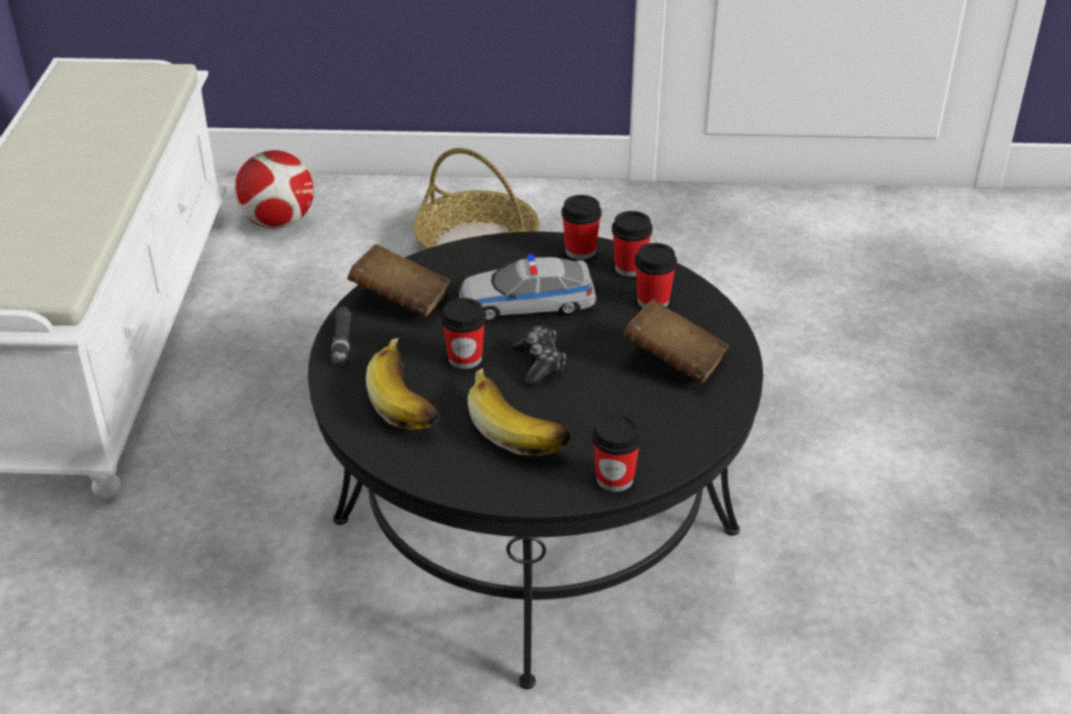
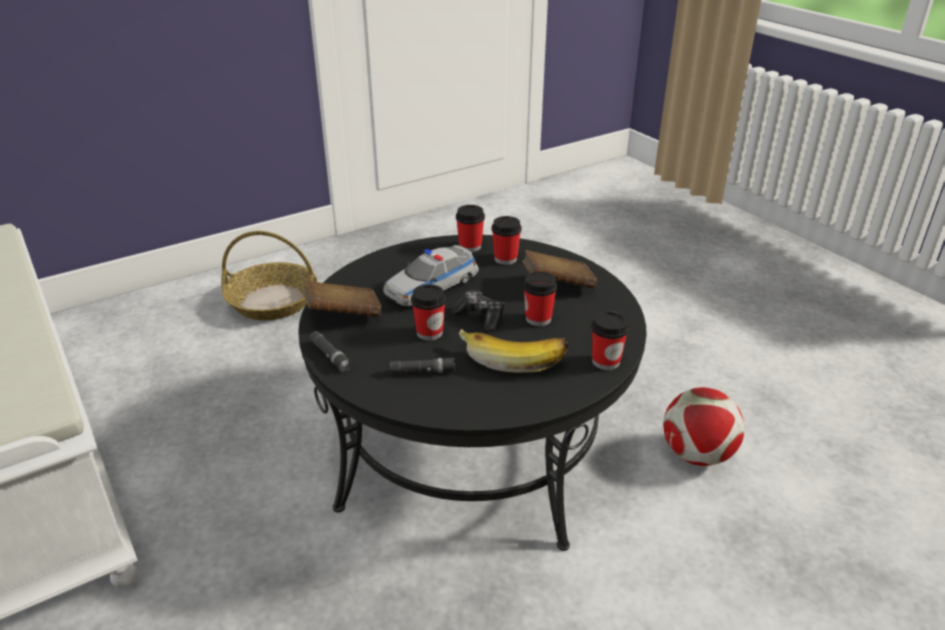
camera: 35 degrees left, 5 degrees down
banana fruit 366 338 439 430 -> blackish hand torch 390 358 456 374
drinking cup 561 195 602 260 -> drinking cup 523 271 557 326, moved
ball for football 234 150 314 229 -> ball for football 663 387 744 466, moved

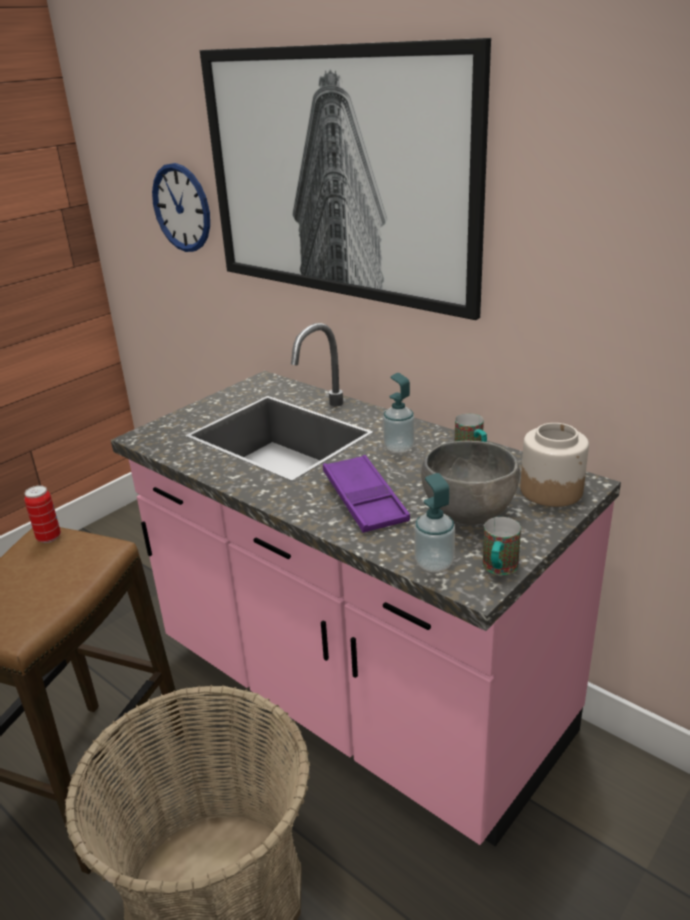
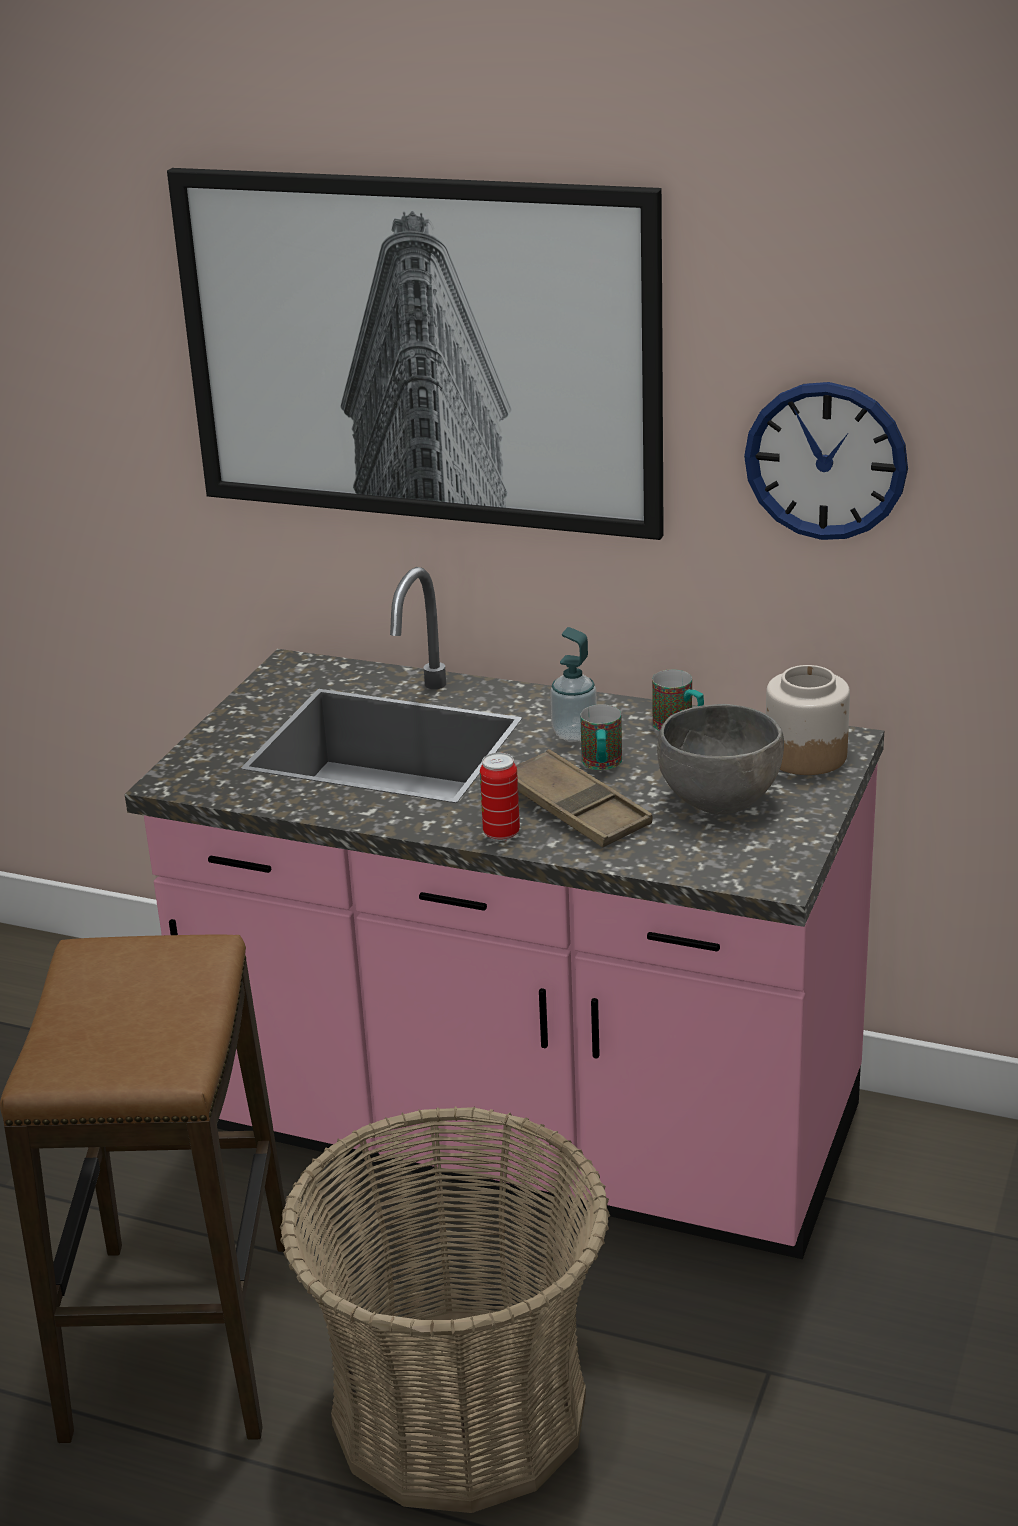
camera: 20 degrees left, 0 degrees up
metal can 24 485 61 543 -> metal can 480 753 520 841, moved
purple-coloured carrying tray 323 455 410 533 -> brown-coloured carrying tray 516 749 652 848
coffee mug 483 517 521 575 -> coffee mug 580 704 622 770, moved
clock on the wall 152 163 210 252 -> clock on the wall 744 382 908 540, moved
liquid soap bottle 414 473 455 572 -> none

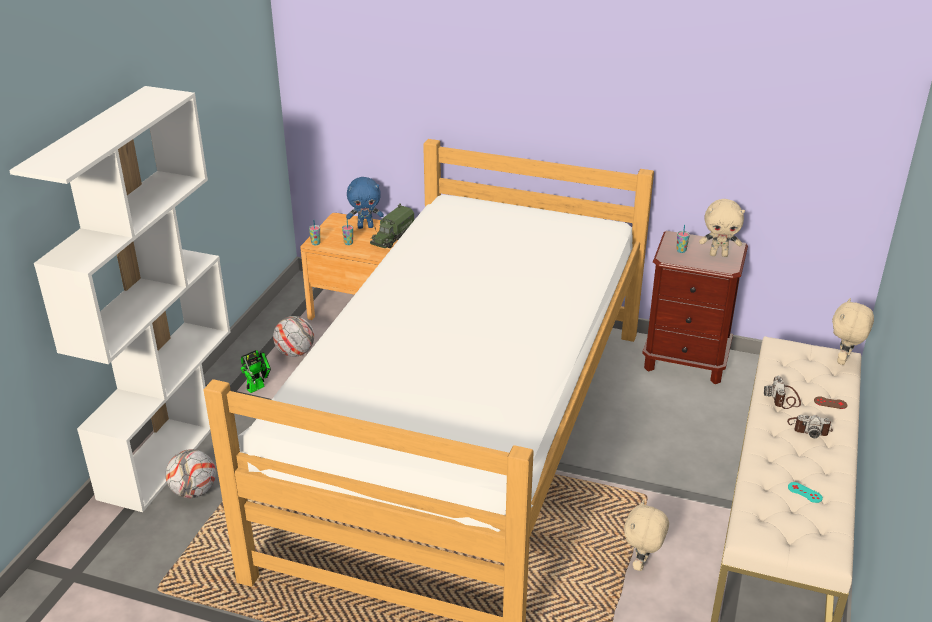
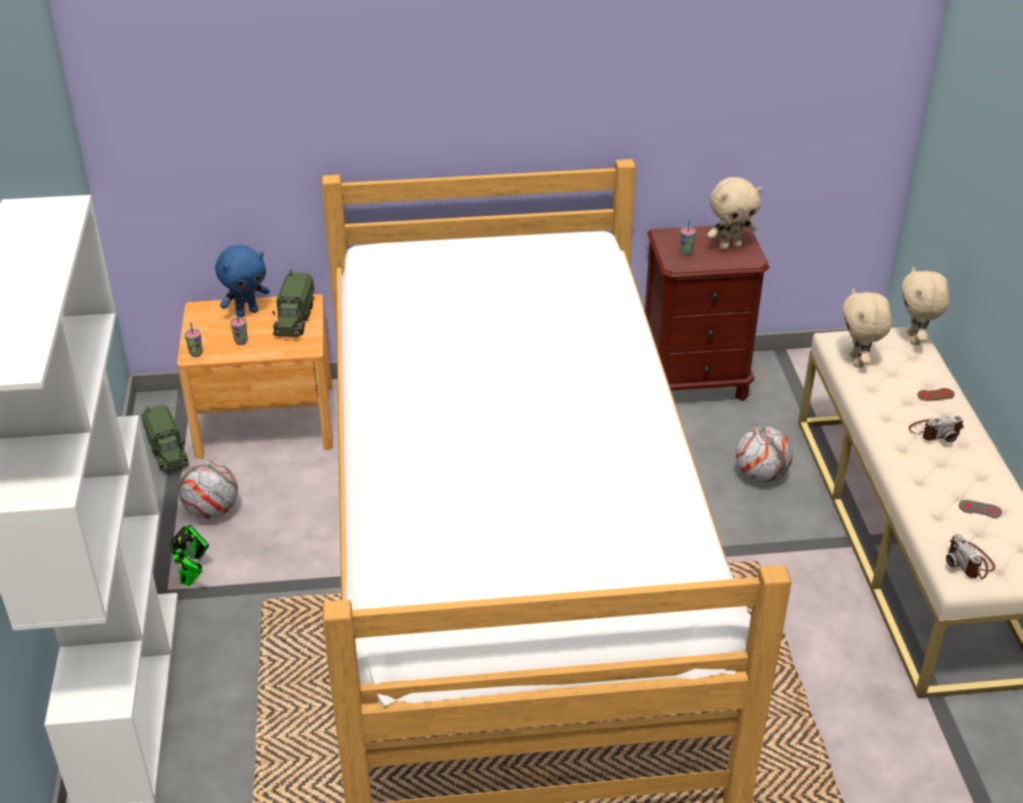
camera: 25 degrees left, 5 degrees up
none -> model truck 142 405 189 472
ball for football 166 449 216 498 -> ball for football 736 427 793 482, moved
sand-coloured plush toy 624 500 669 571 -> sand-coloured plush toy 842 288 892 368, moved
still camera 764 376 801 409 -> still camera 946 534 995 579, moved
turquoise-coloured game controller 788 482 823 503 -> gray game controller 959 500 1002 518

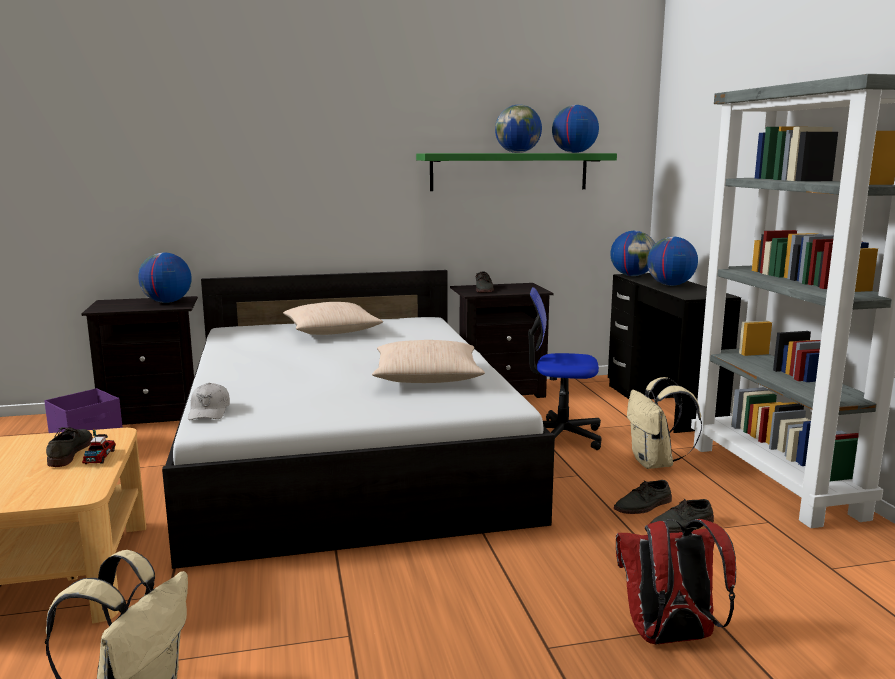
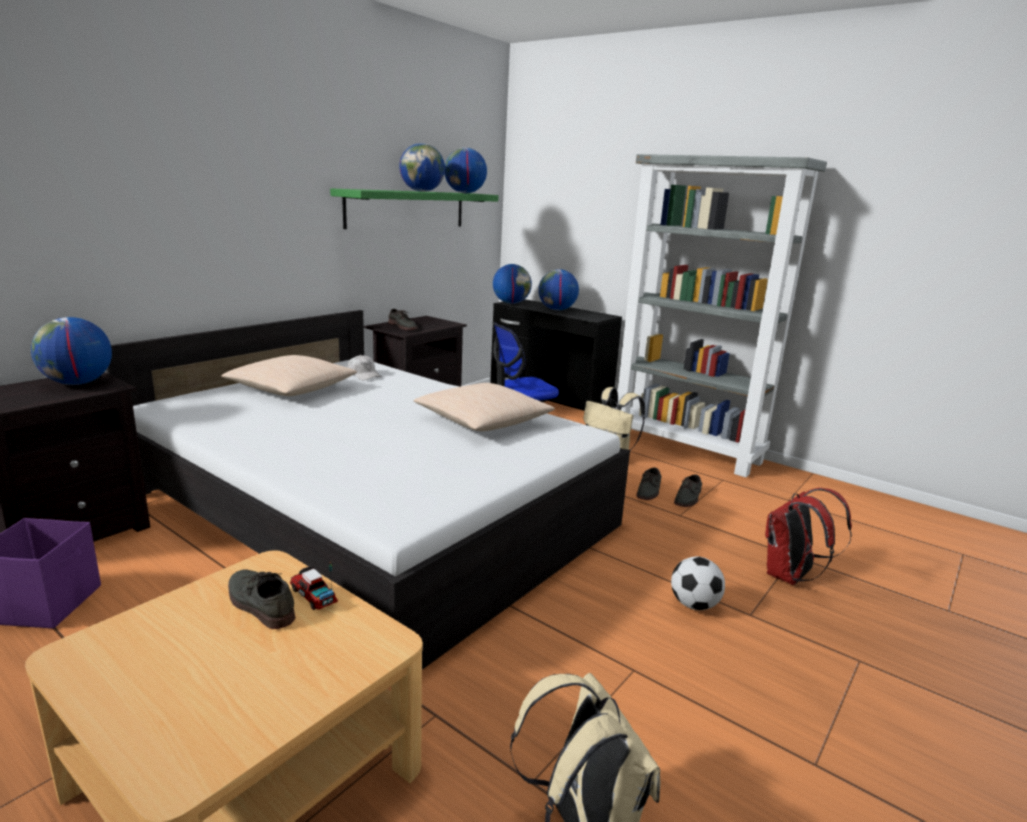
camera: 40 degrees left, 5 degrees up
white peaked cap 188 383 230 420 -> white peaked cap 348 355 382 380, moved
none -> ball for football 671 557 725 610

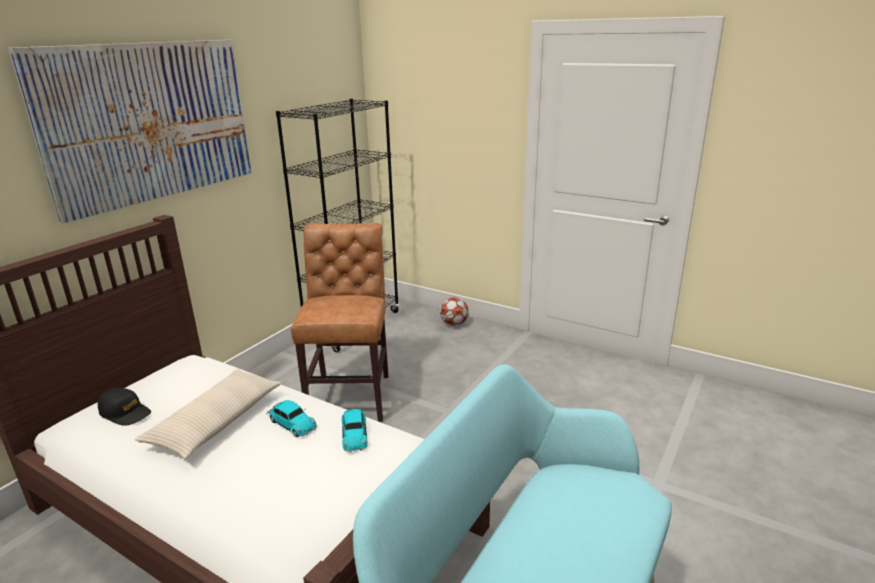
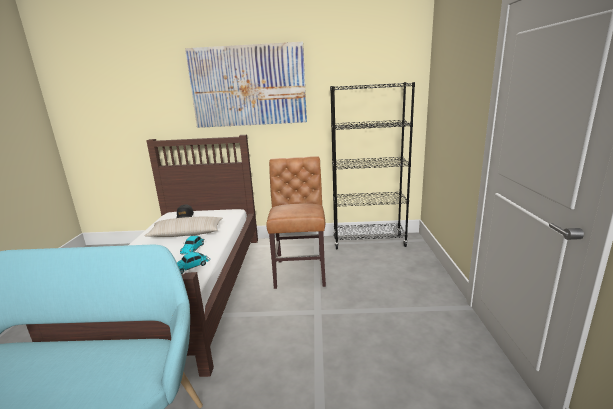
camera: 60 degrees right, 5 degrees down
brown-coloured upright chair 291 223 389 422 -> brown-coloured upright chair 266 156 326 289, 60 degrees counterclockwise
ball for football 440 297 469 326 -> none

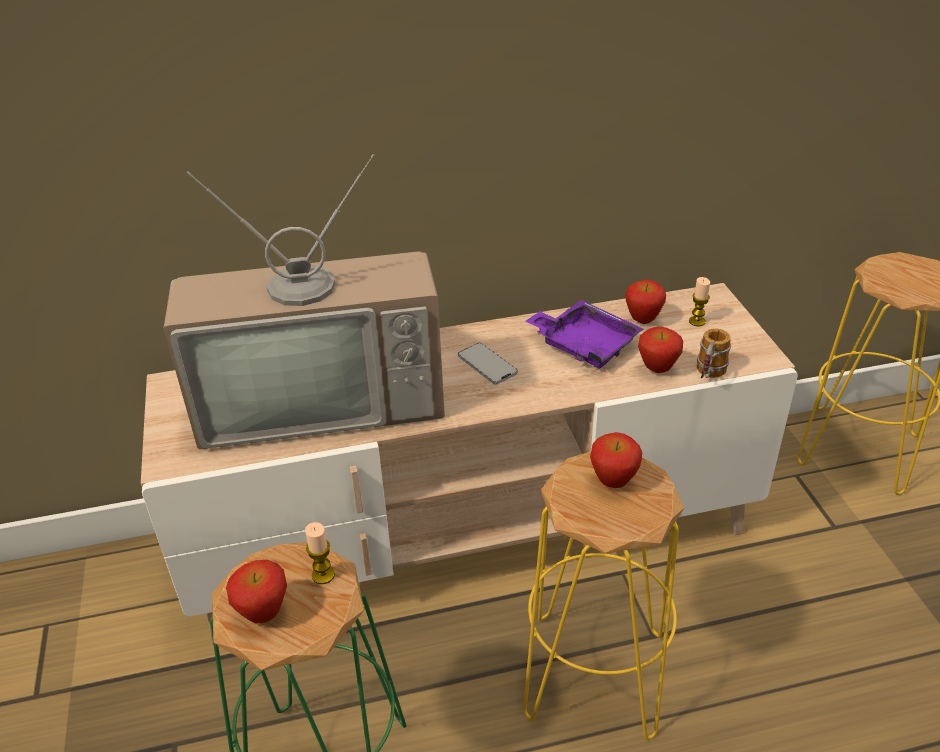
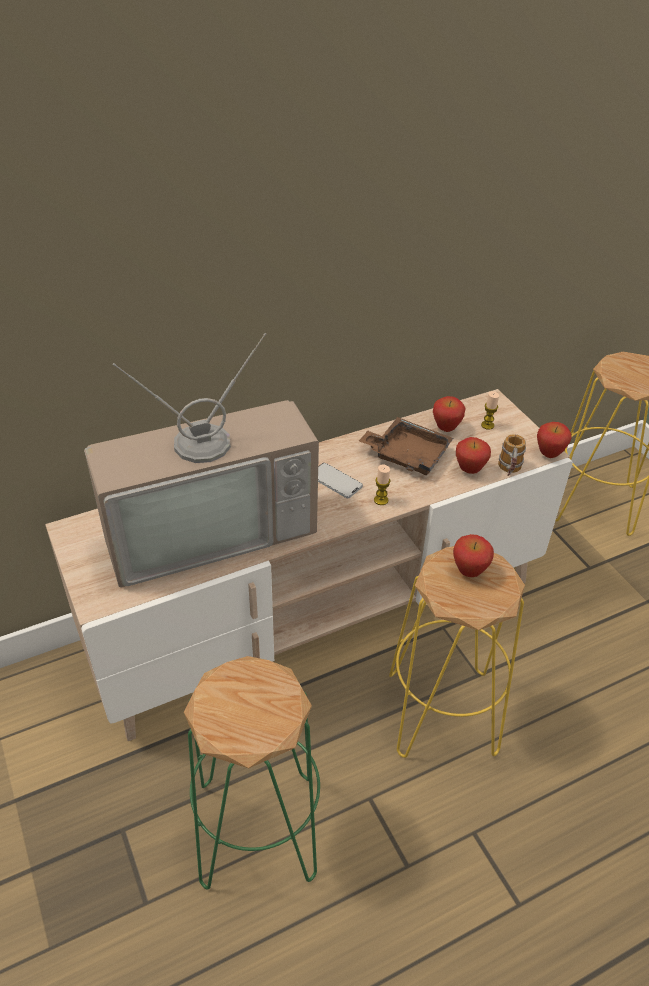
camera: 15 degrees left, 5 degrees up
purple-coloured carrying tray 526 300 643 368 -> brown-coloured carrying tray 359 417 453 475
candle 305 522 335 584 -> candle 374 465 390 505, moved
whole apple 226 560 287 623 -> whole apple 537 422 572 458, moved

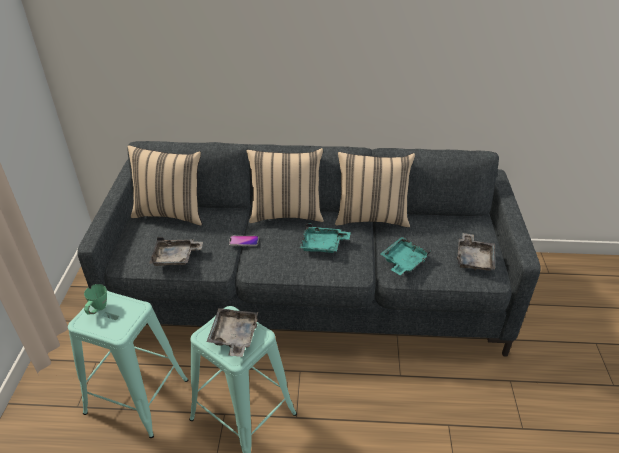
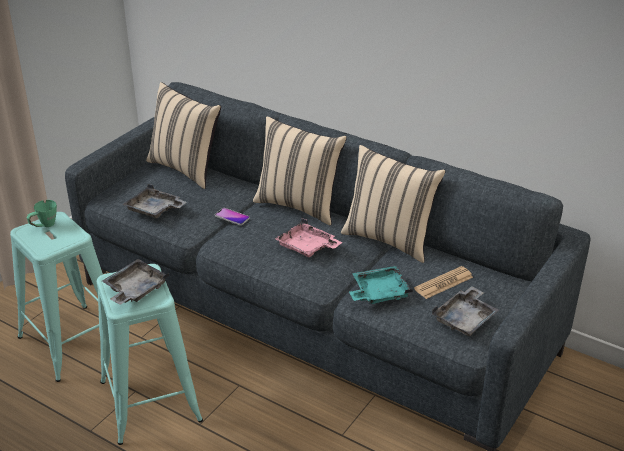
camera: 30 degrees right, 5 degrees down
turquoise-coloured carrying tray 300 223 351 253 -> pink carrying tray 275 218 343 257
none -> printed paper 414 266 473 299

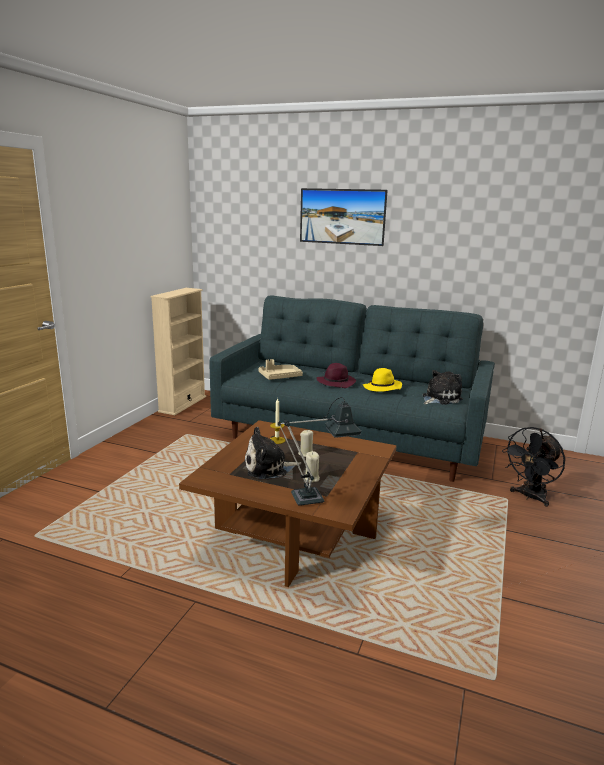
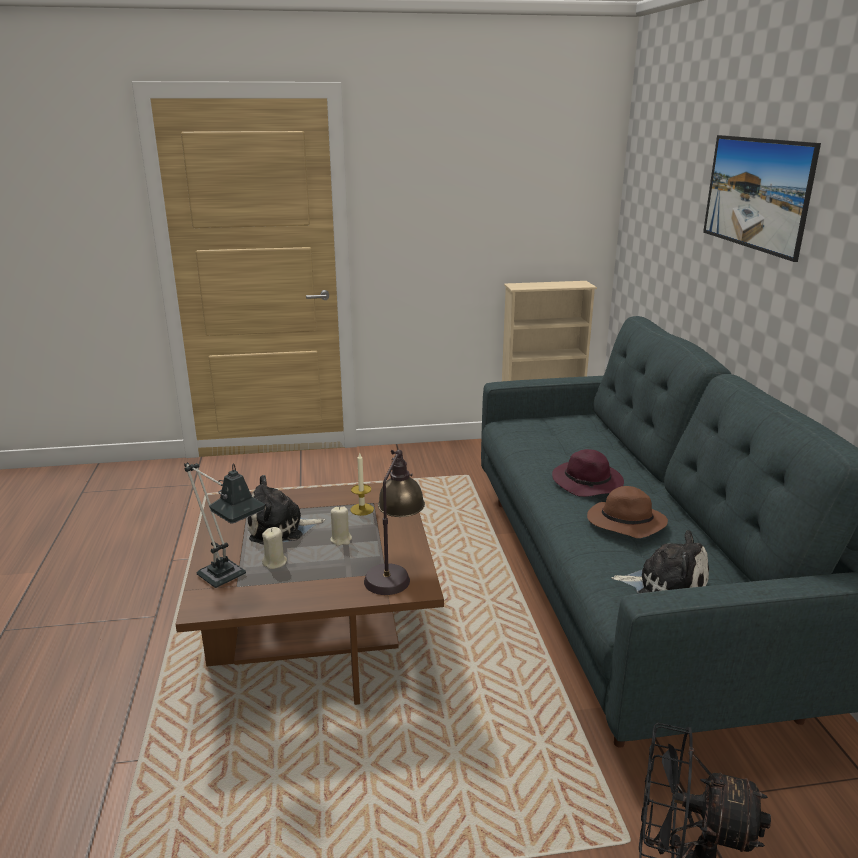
camera: 60 degrees right, 5 degrees up
plush toy 245 427 301 479 -> plush toy 247 475 325 545, 60 degrees counterclockwise
none -> tabletop lamp 364 450 425 595
yellow hat 363 368 402 392 -> brown-coloured hat 587 486 668 538
sand-coloured carrying tray 259 359 303 380 -> none

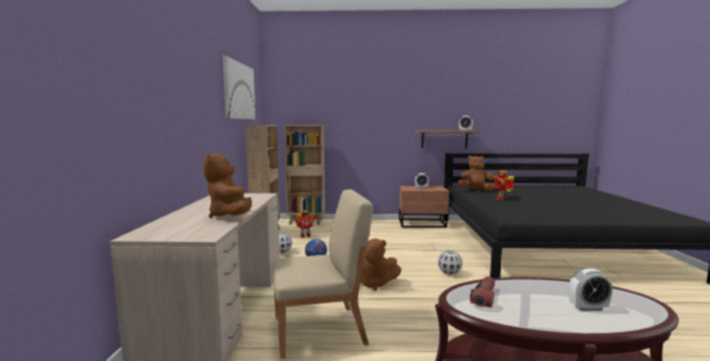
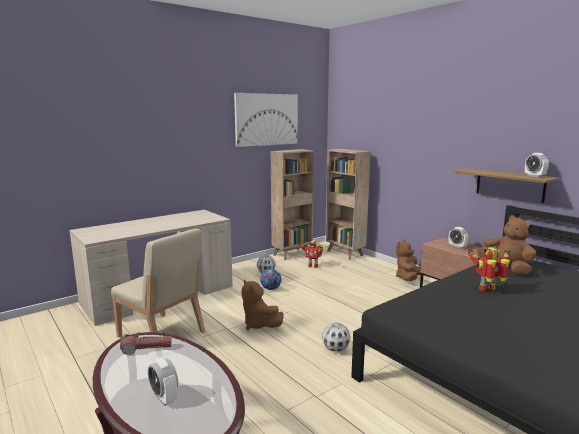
camera: 50 degrees right, 5 degrees up
brown-coloured plush toy 203 153 252 218 -> brown-coloured plush toy 396 239 421 281, moved

